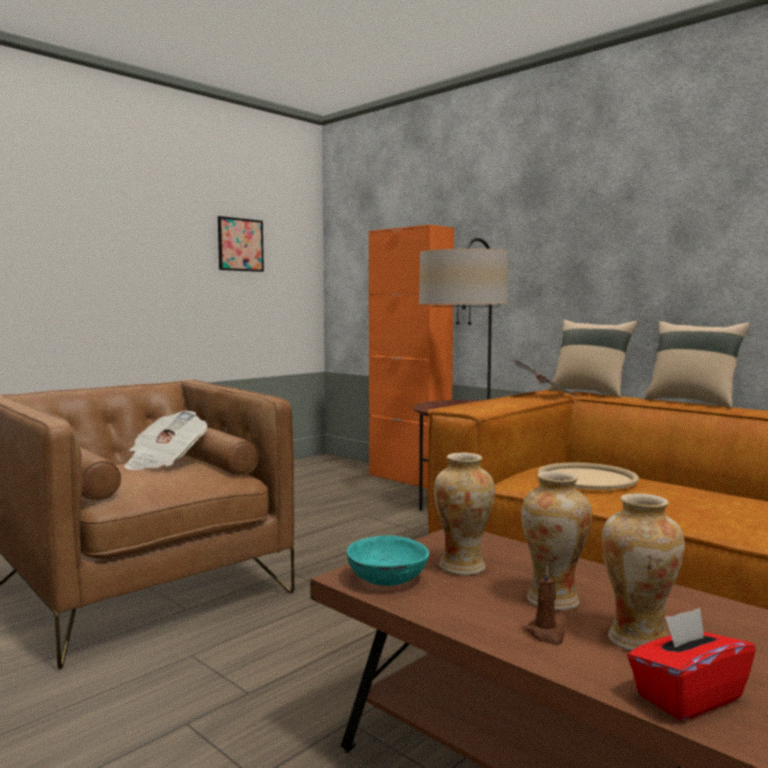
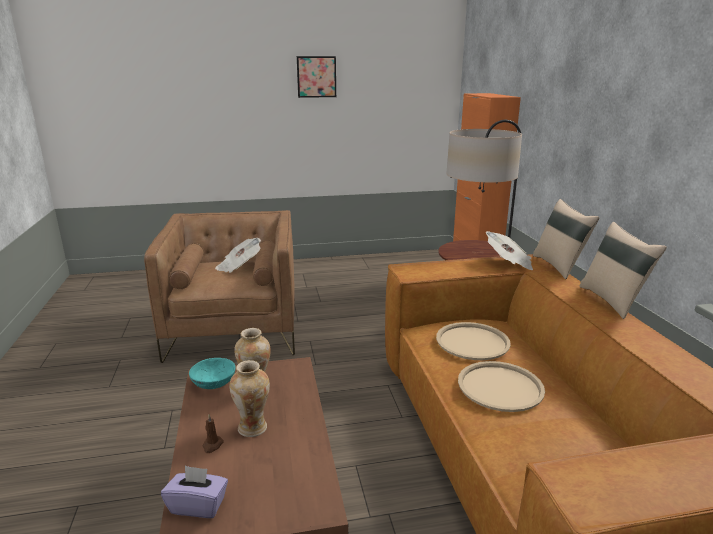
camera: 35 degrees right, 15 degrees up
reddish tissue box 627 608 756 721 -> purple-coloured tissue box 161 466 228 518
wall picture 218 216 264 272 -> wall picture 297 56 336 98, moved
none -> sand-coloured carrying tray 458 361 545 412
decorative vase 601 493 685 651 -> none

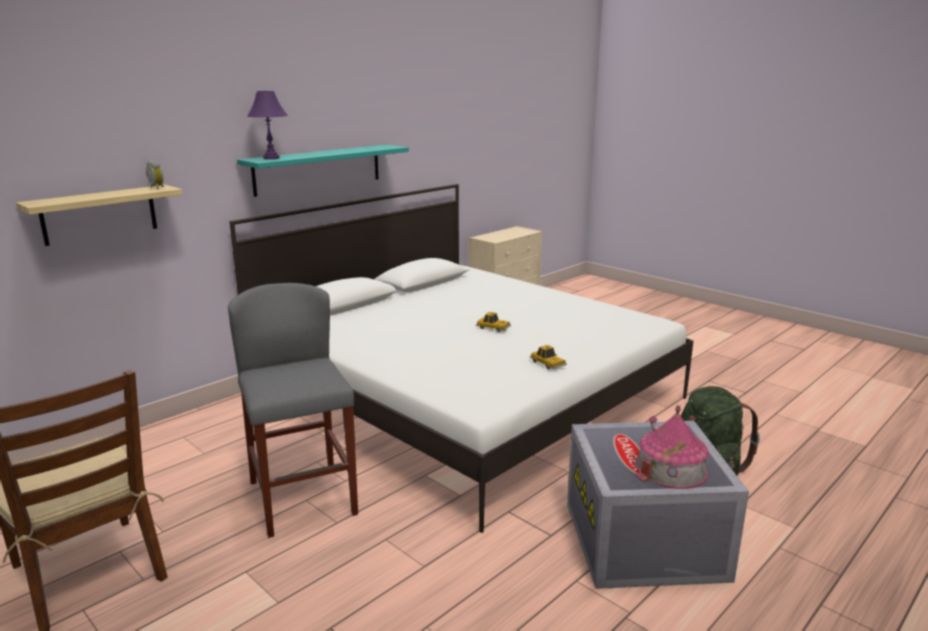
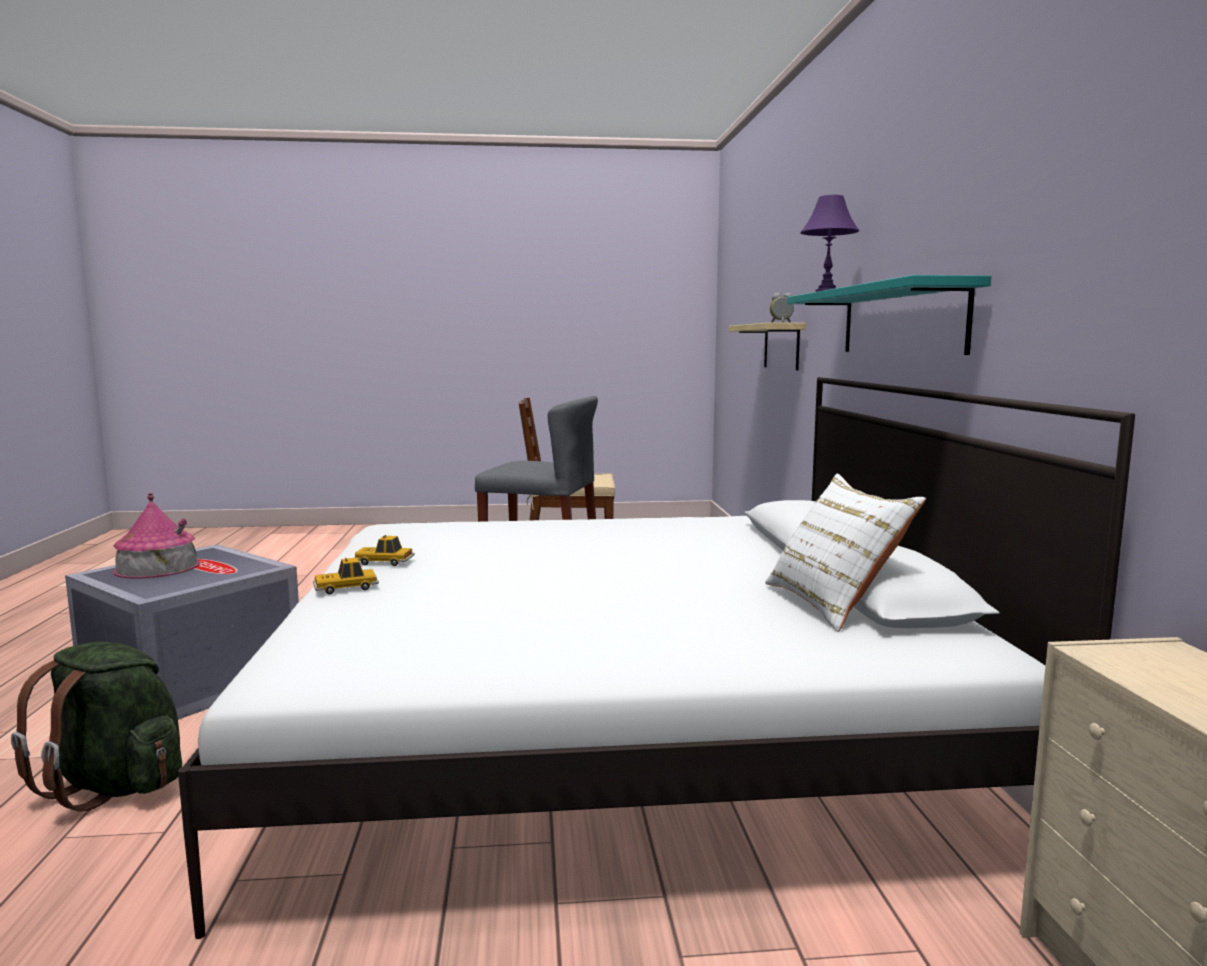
camera: 130 degrees right, 10 degrees down
model car 476 312 511 332 -> model car 313 558 379 594, moved
none -> white throw pillow 765 474 926 632

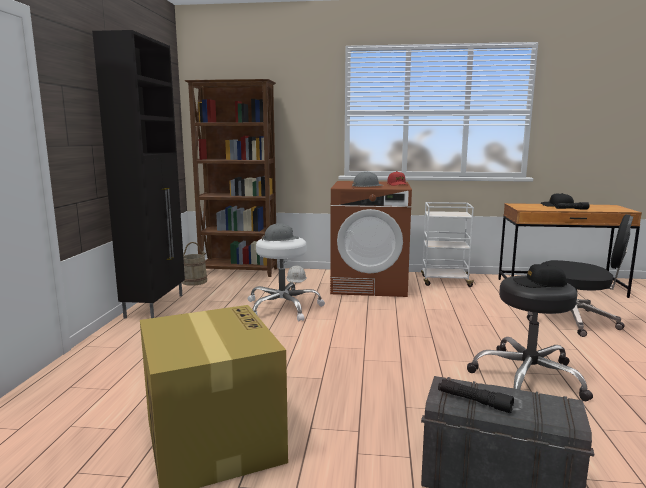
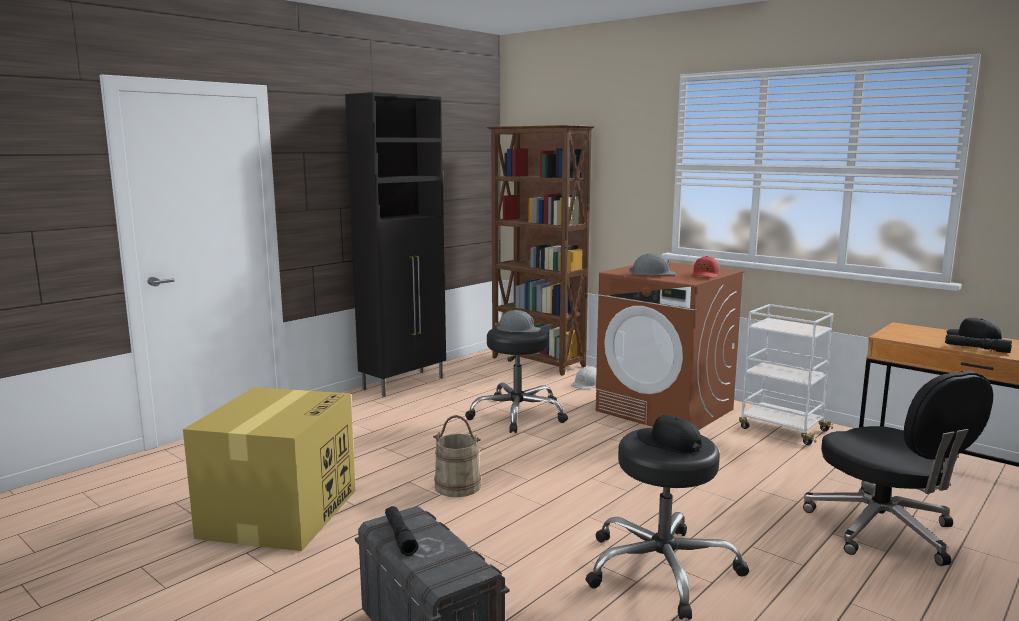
camera: 35 degrees right, 0 degrees up
sand-coloured bucket 182 242 207 286 -> sand-coloured bucket 433 415 481 497, moved
white stool 248 237 325 321 -> blackish stool 465 326 568 433

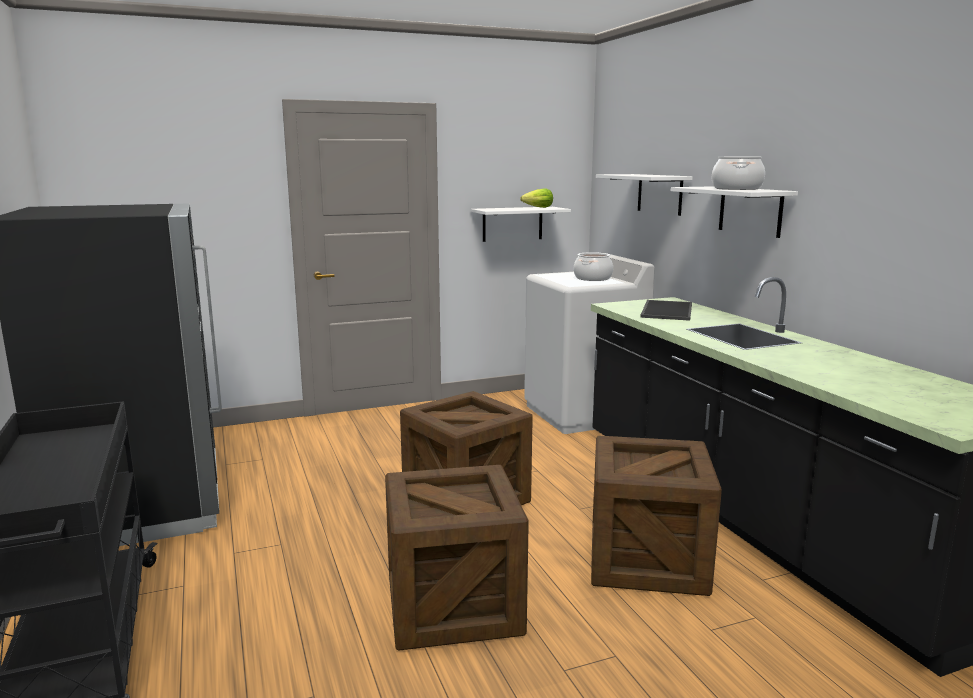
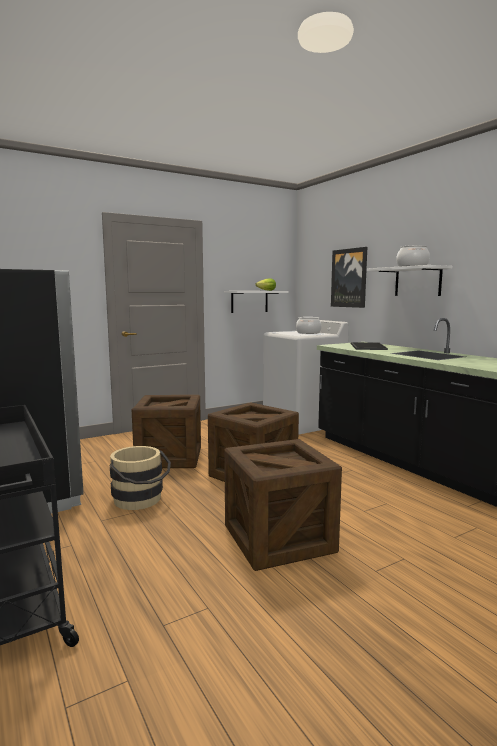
camera: 10 degrees left, 5 degrees down
none -> sand-coloured bucket 110 446 171 510
crate 591 436 722 596 -> crate 132 395 201 468, moved
white bracket shelf 596 174 693 216 -> wall picture 331 247 367 308

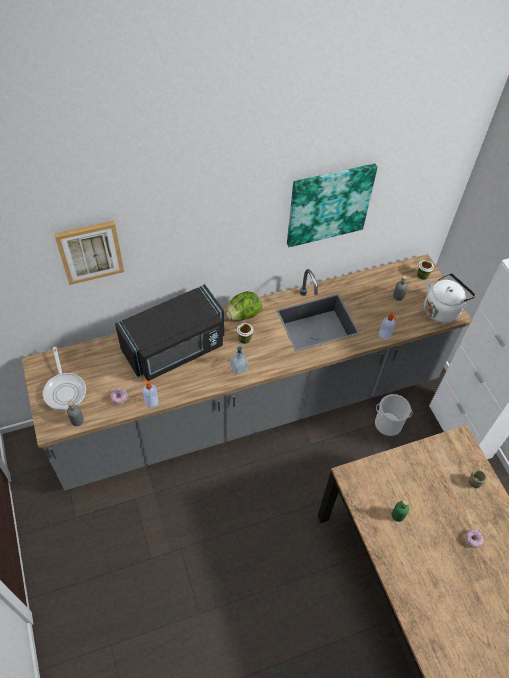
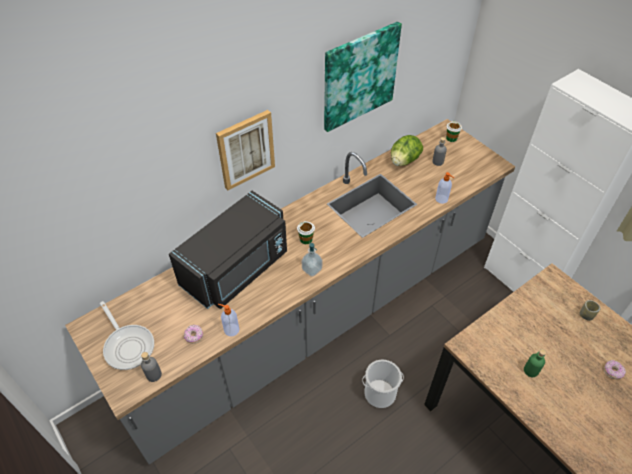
camera: 15 degrees left, 5 degrees down
wall picture 54 221 124 285 -> wall picture 216 110 275 190, moved
bucket 375 394 412 436 -> bucket 362 360 404 408, moved
lettuce 226 291 262 321 -> lettuce 391 135 423 166, moved
white tea kettle 424 273 476 323 -> none

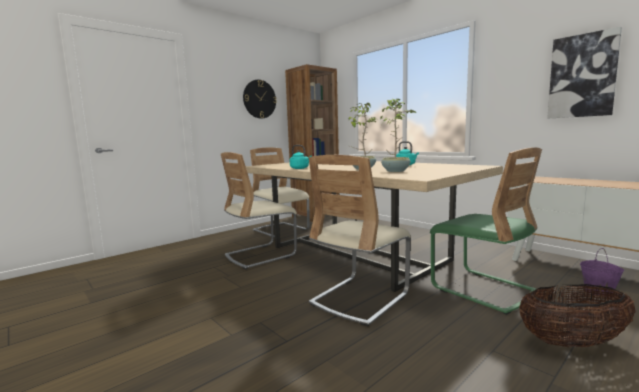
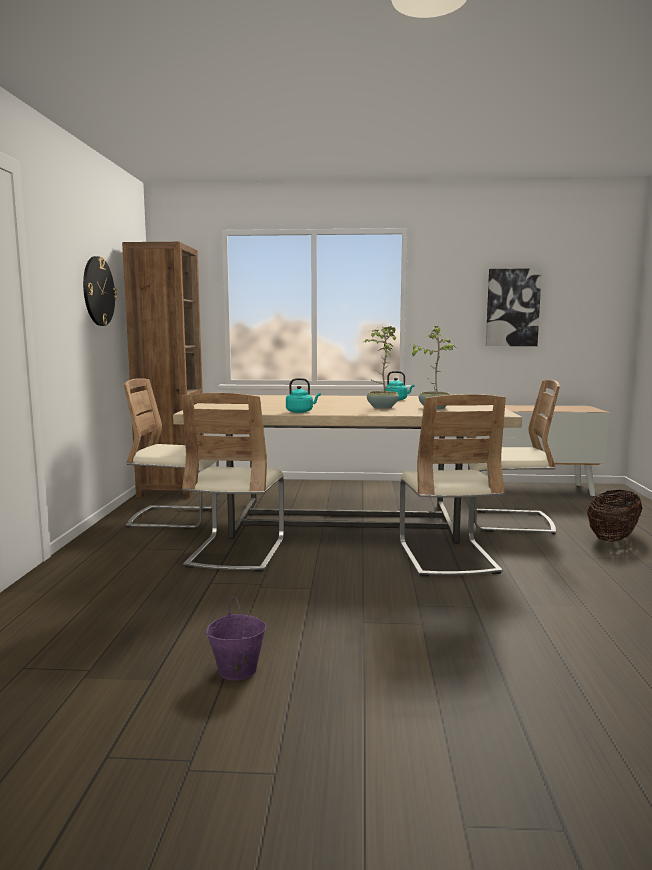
camera: 45 degrees left, 0 degrees up
purple-coloured bucket 580 248 624 295 -> purple-coloured bucket 206 596 266 681, moved
green-coloured upright chair 430 148 542 315 -> sand-coloured upright chair 468 380 560 534

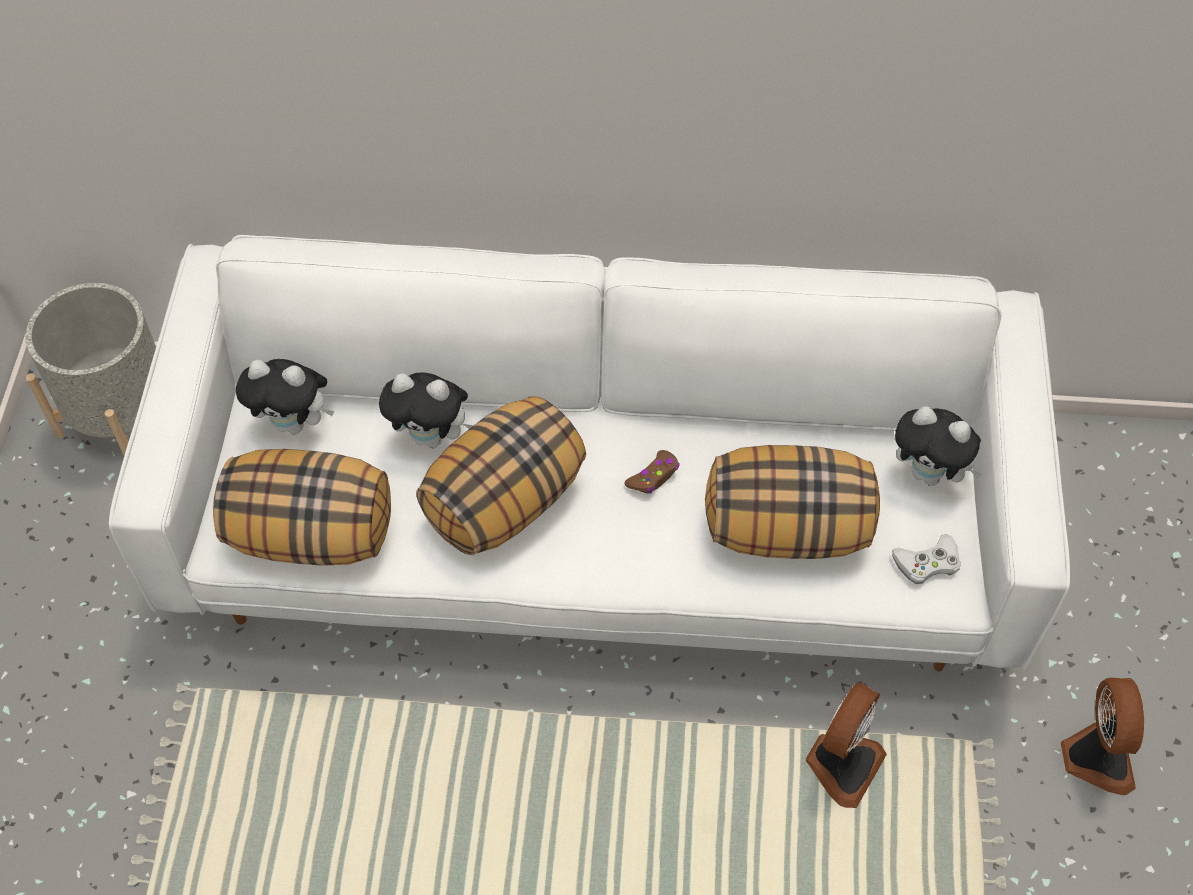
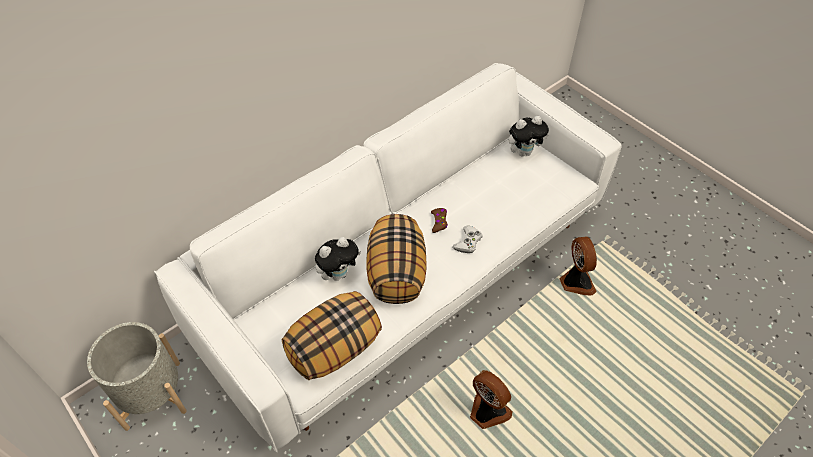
camera: 45 degrees left, 5 degrees down
white game controller 892 534 961 584 -> white game controller 452 225 483 253, moved
cooling fan 1061 678 1144 795 -> cooling fan 470 370 513 429, moved
plush toy 236 359 334 435 -> none
throw pillow 705 445 880 559 -> none

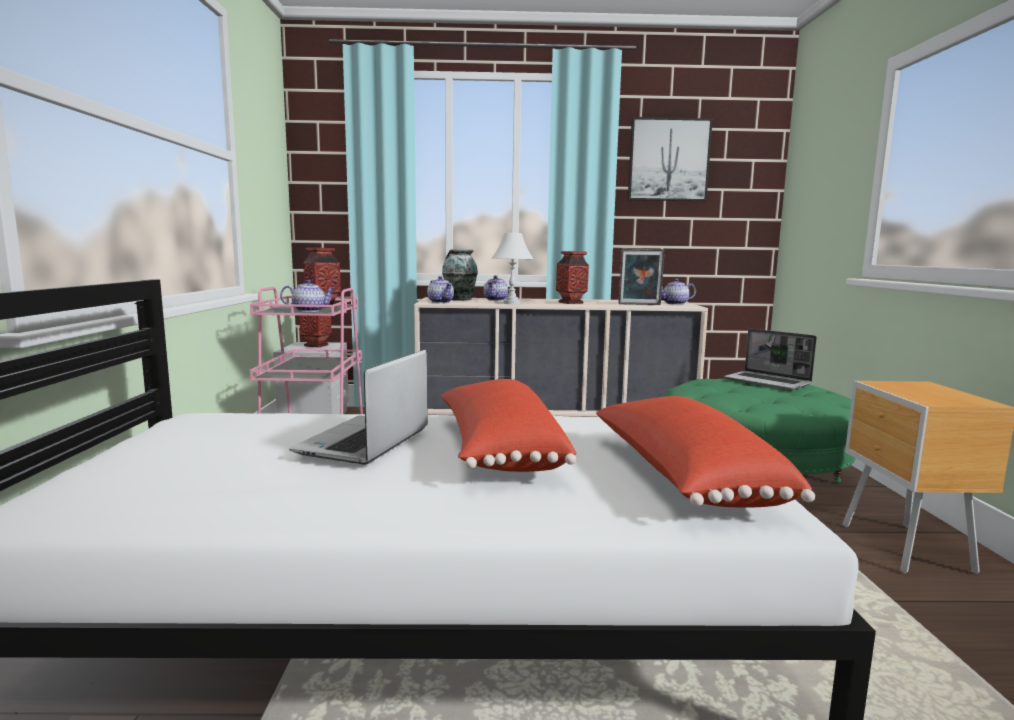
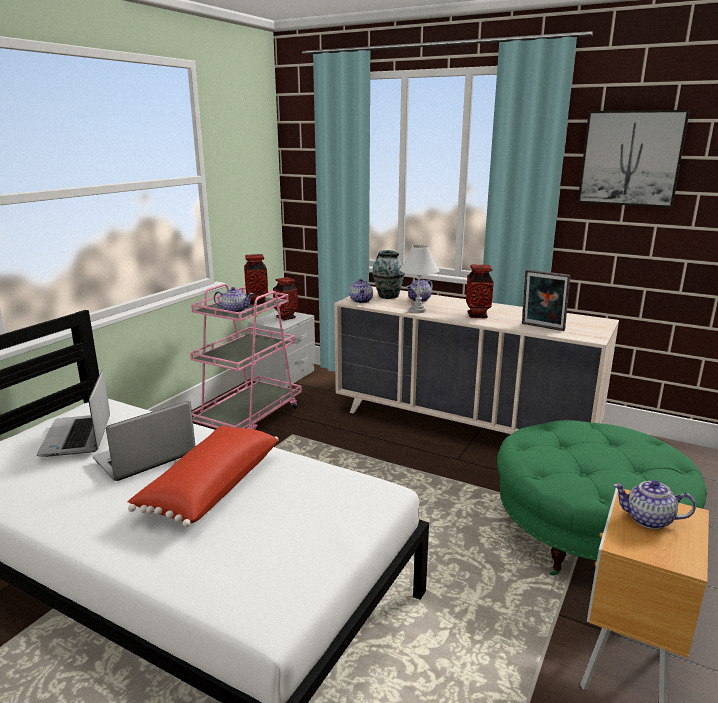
camera: 30 degrees right, 10 degrees up
notebook computer 724 329 817 390 -> notebook computer 37 370 110 457, moved
tea pot 661 279 696 305 -> tea pot 613 480 696 529, moved
reddish throw pillow 596 396 815 507 -> none

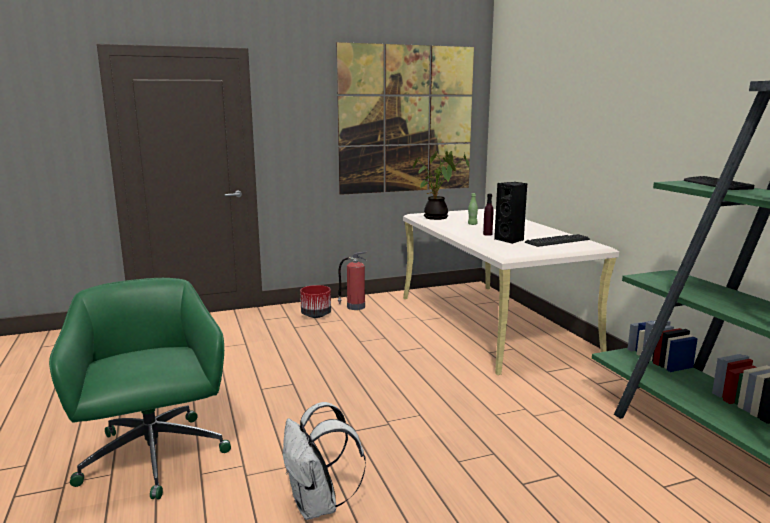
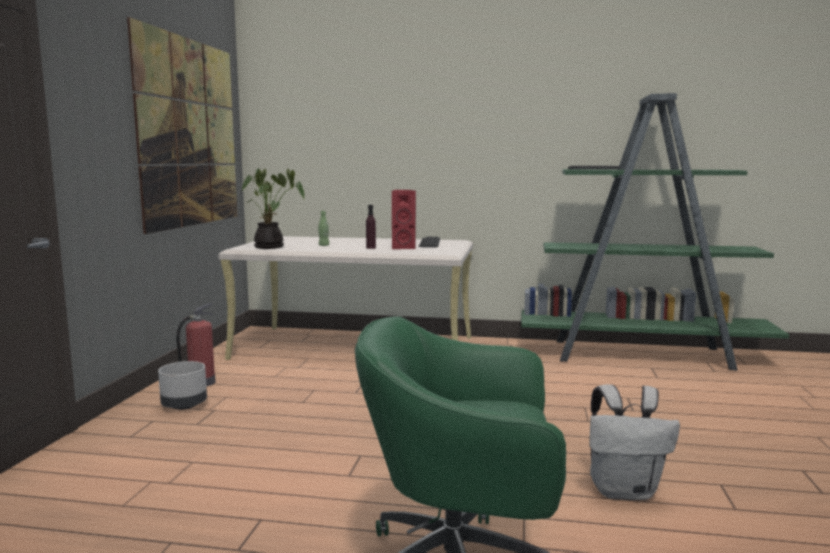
camera: 60 degrees left, 5 degrees down
reddish plant pot 300 285 331 318 -> gray plant pot 158 361 207 410
blackish loudspeaker 494 182 527 244 -> reddish loudspeaker 392 190 416 249

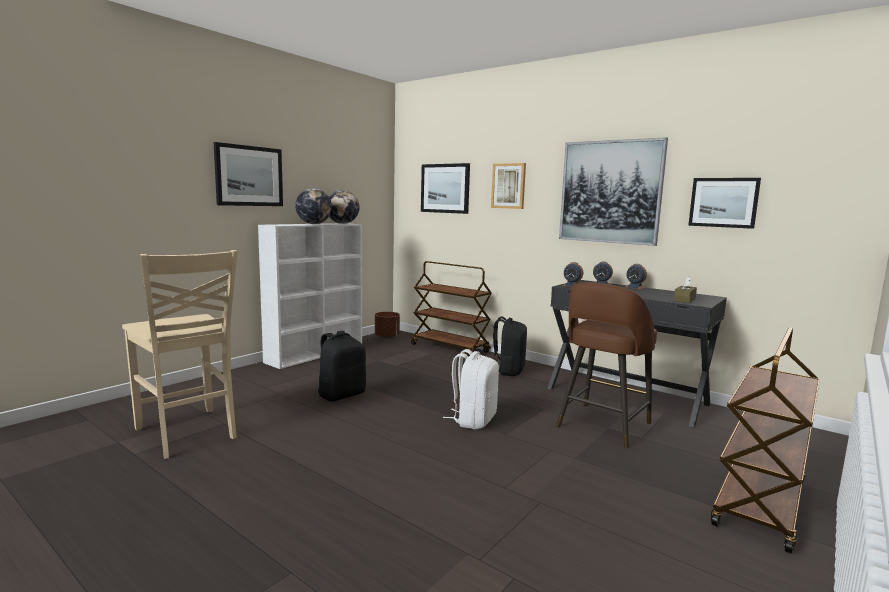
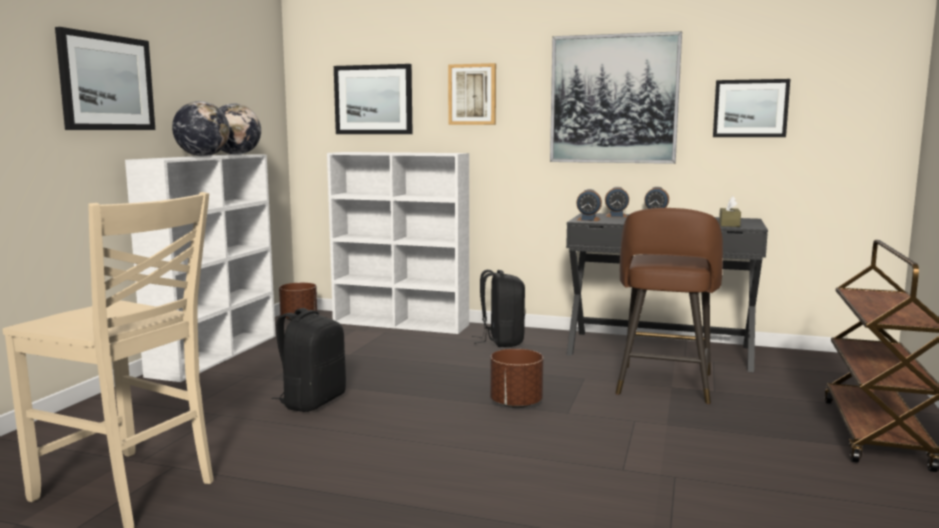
camera: 20 degrees left, 0 degrees up
brown-coloured cart 411 261 492 357 -> white bookcase 327 152 469 334
white backpack 443 349 499 429 -> brown-coloured plant pot 490 349 543 408

